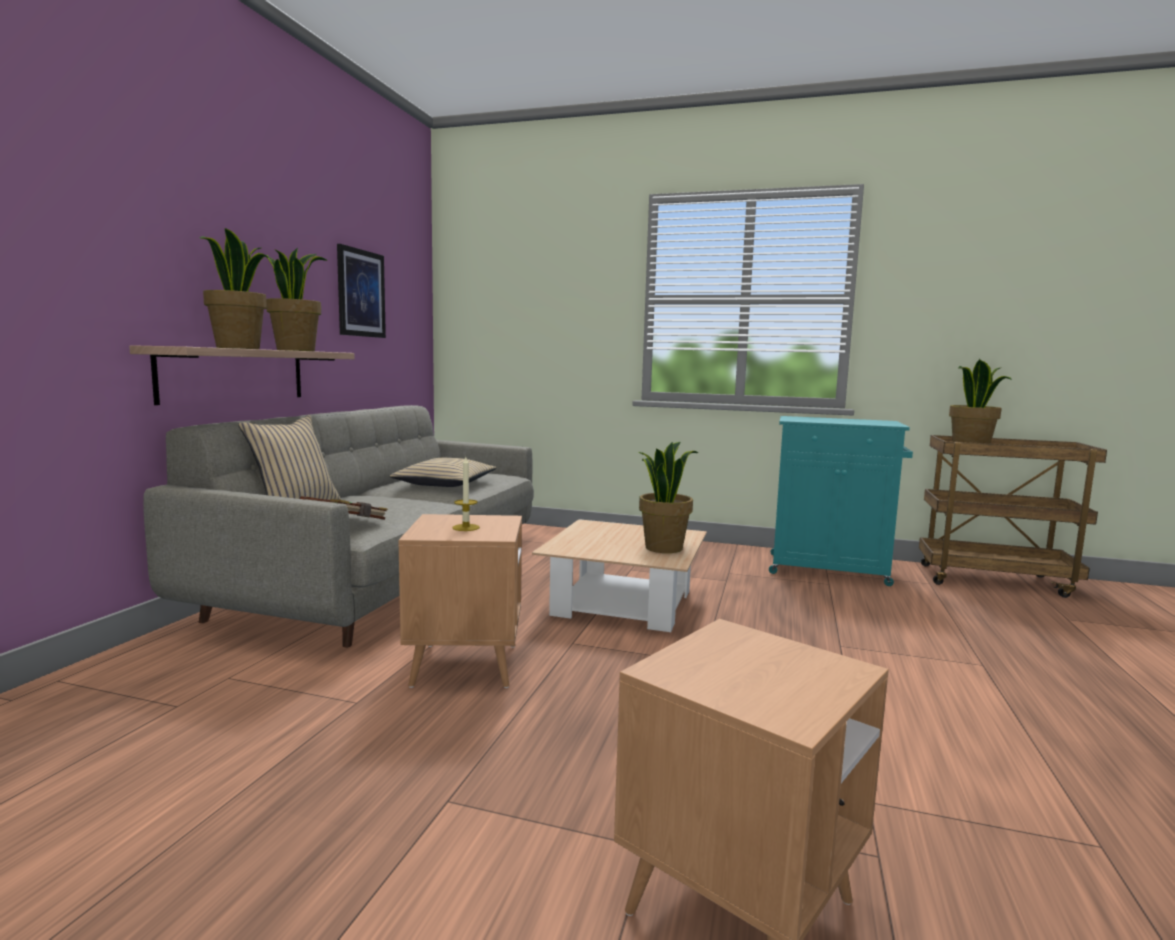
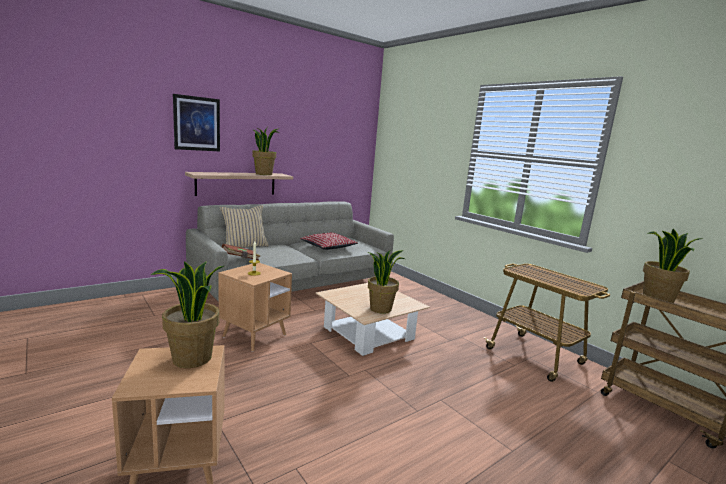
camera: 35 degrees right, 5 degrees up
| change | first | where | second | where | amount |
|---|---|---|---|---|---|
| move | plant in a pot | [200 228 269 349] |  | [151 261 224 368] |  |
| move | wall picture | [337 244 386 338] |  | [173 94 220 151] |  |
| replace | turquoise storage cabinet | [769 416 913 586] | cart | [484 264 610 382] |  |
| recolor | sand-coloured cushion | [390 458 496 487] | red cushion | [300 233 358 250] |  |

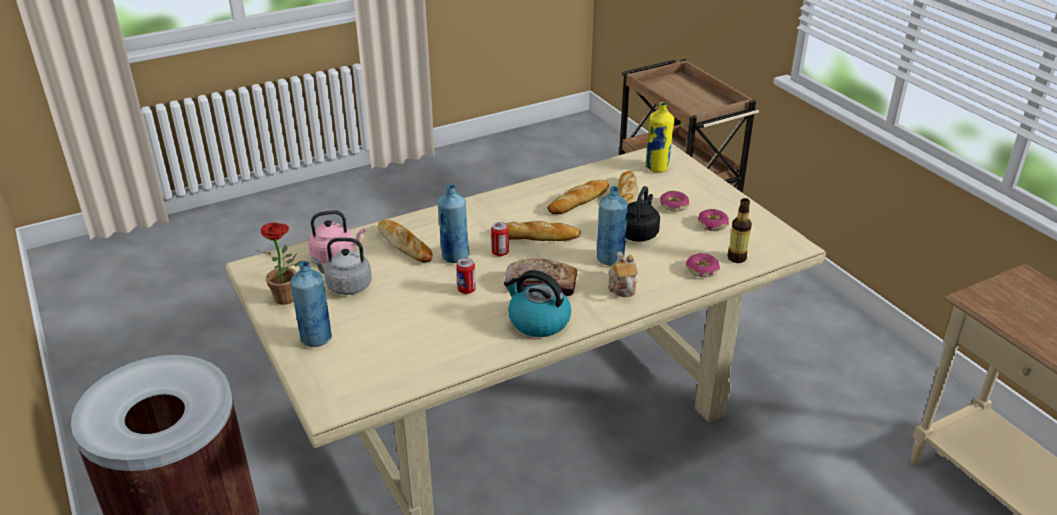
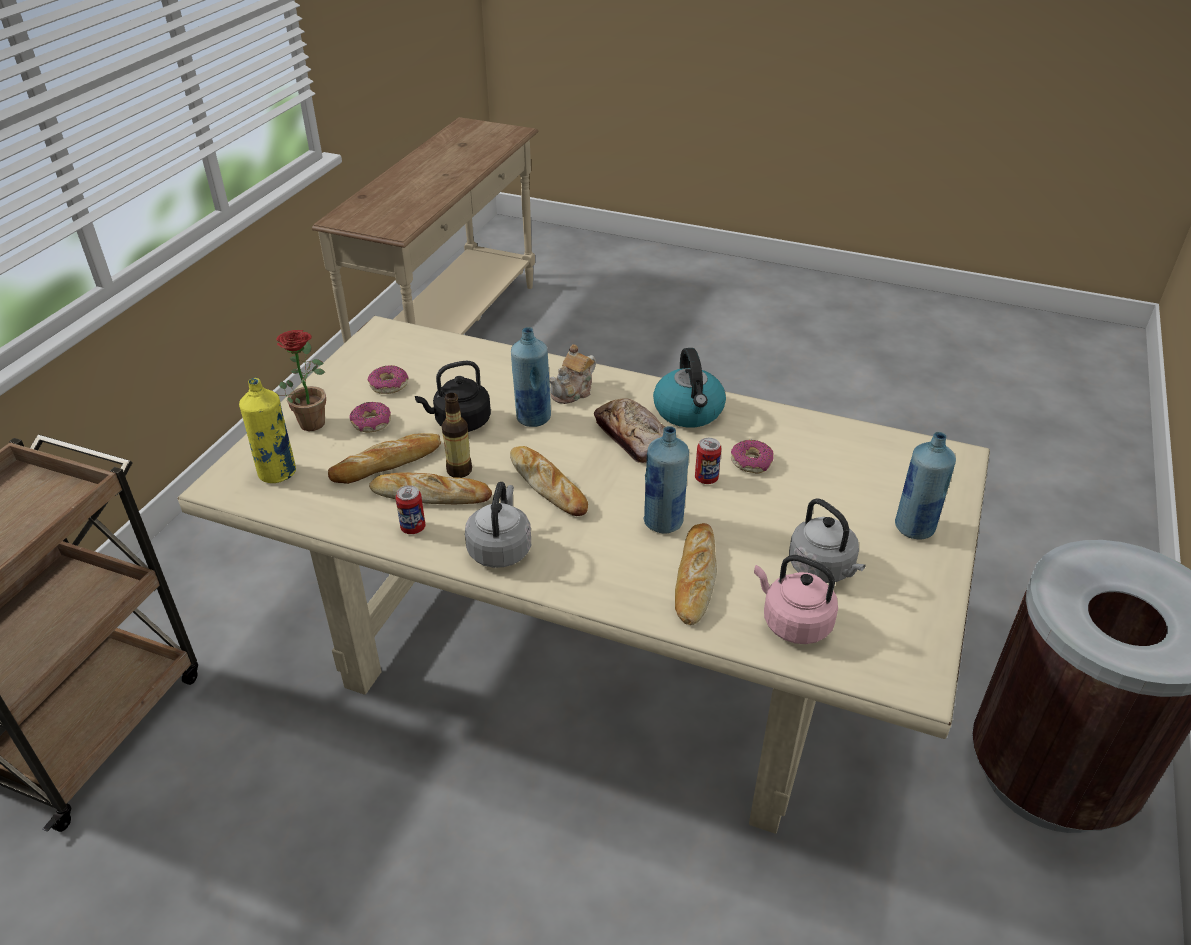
camera: 130 degrees left, 5 degrees up
| change | first | where | second | where | amount |
|---|---|---|---|---|---|
| move | beverage bottle | [727 198 752 263] |  | [441 393 472 478] |  |
| move | plant in a pot | [256 222 301 305] |  | [276 330 326 431] |  |
| move | can | [491 222 509 256] |  | [395 485 426 534] |  |
| move | donut | [686 253 720 277] |  | [731 440 774 473] |  |
| insert |  |  | greyish kettle | [465 482 531 568] |  |

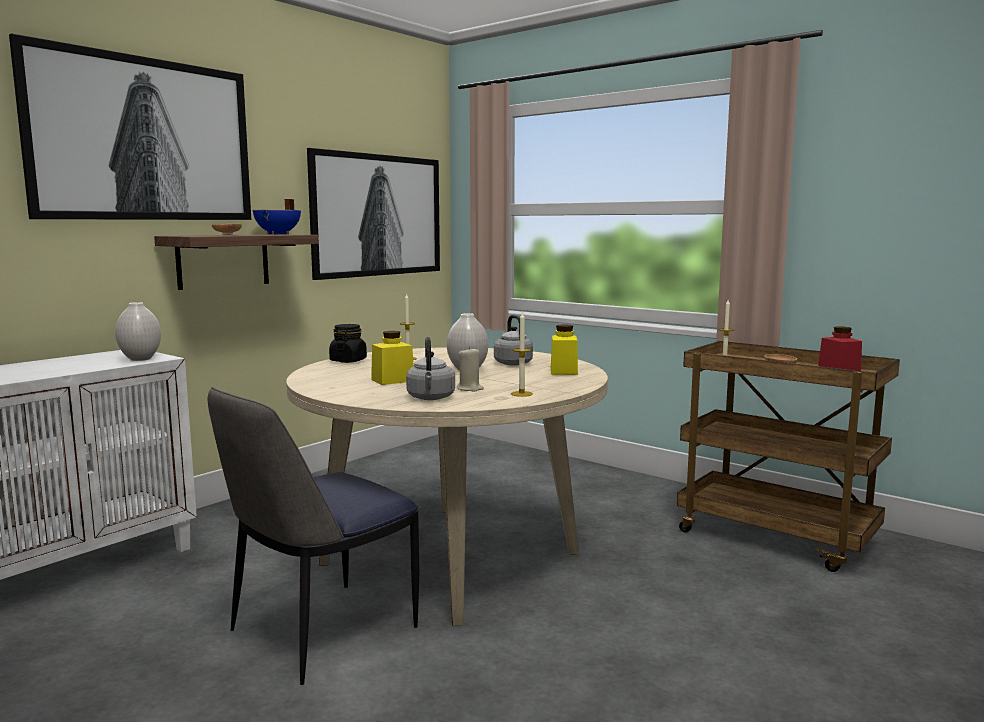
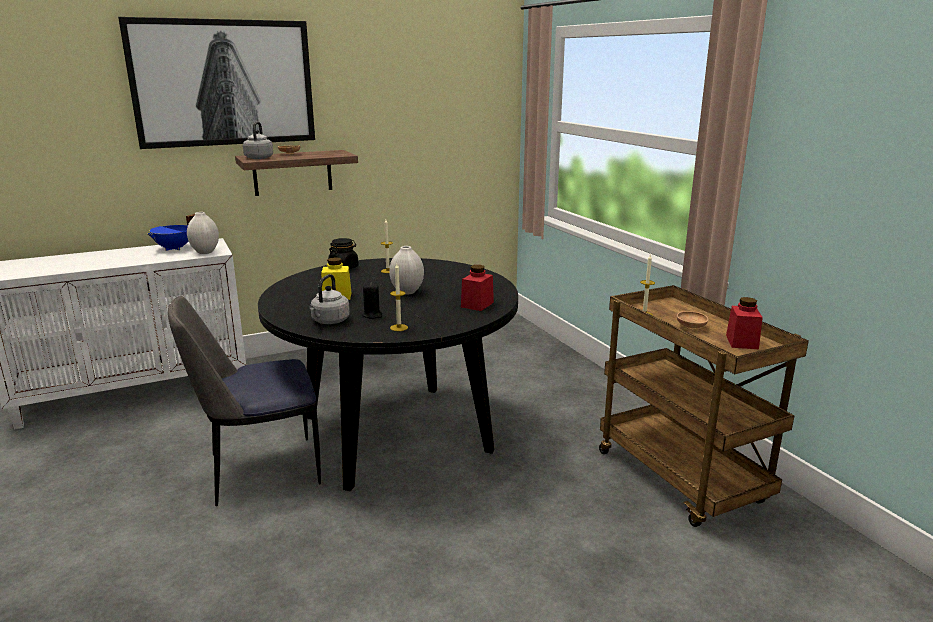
camera: 25 degrees right, 10 degrees up
| change | first | where | second | where | amount |
|---|---|---|---|---|---|
| delete | wall picture | [307 148 440 280] |  |  |  |
| move | blue-coloured cooking pot | [253 199 301 234] |  | [147 214 195 251] |  |
| move | greyish kettle | [494 315 533 365] |  | [243 122 273 159] |  |
| recolor | yellow jar | [551 324 578 375] | red jar | [461 265 494 311] |  |
| recolor | sand-coloured kitchen table | [286 347 608 626] | black-coloured kitchen table | [258 258 518 491] |  |
| recolor | sand-coloured wax candle | [456 347 484 391] | black-coloured wax candle | [363 284 382 319] |  |

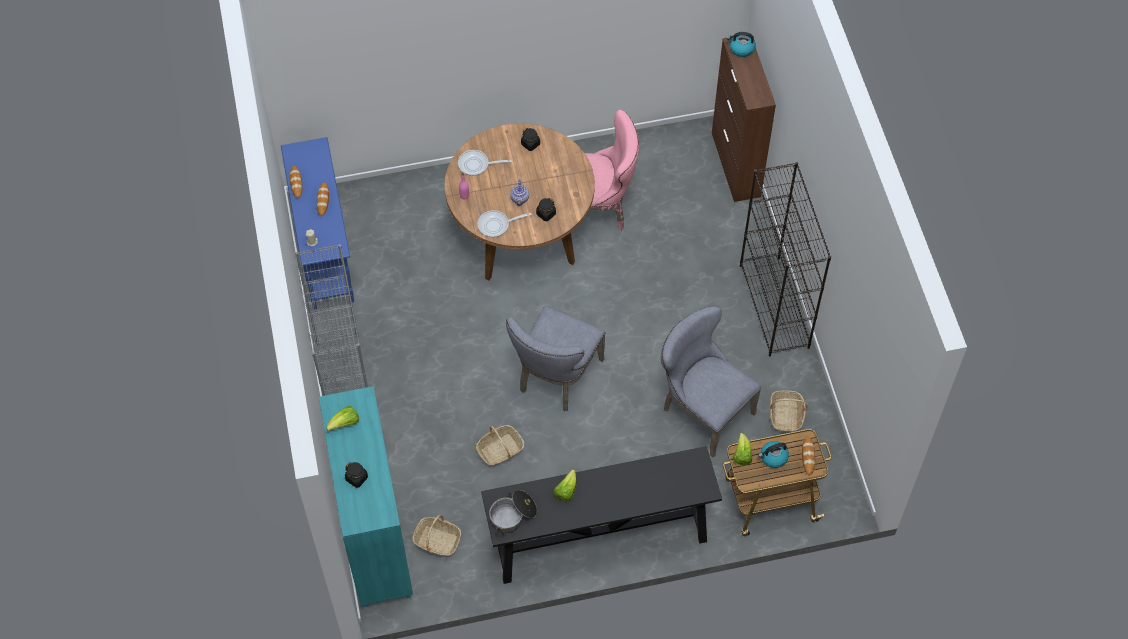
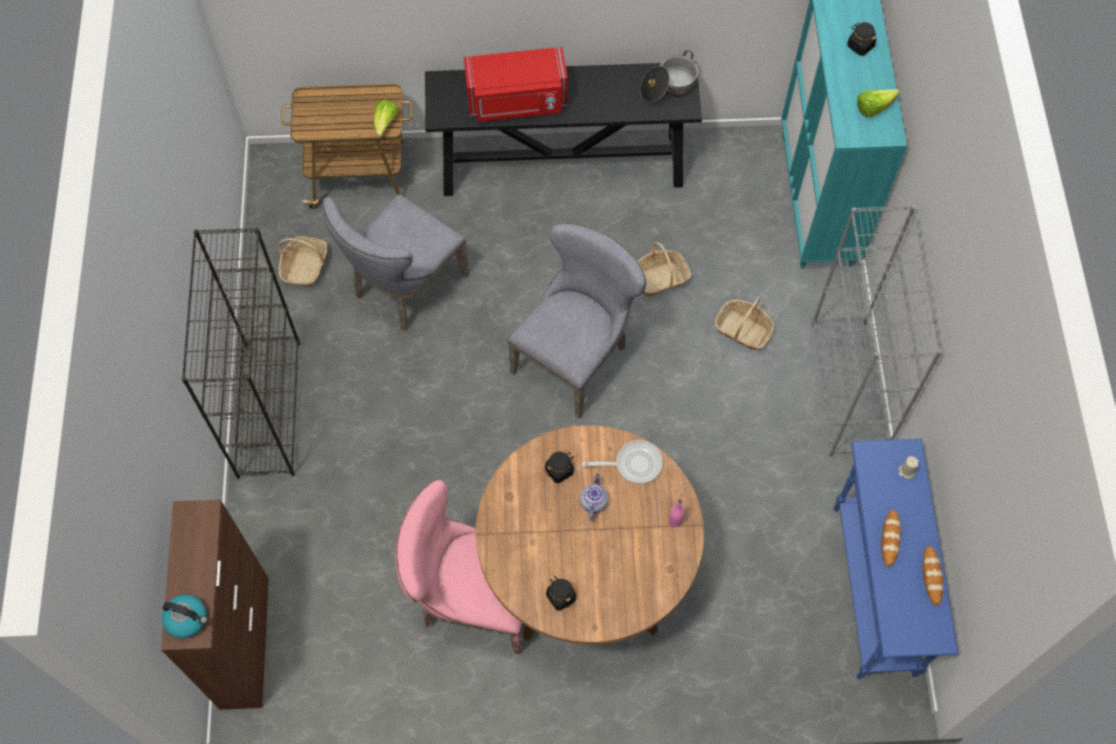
camera: 170 degrees left, 5 degrees up
| change | first | where | second | where | amount |
|---|---|---|---|---|---|
| delete | skillet | [458 150 512 176] |  |  |  |
| rotate | greyish chair | [661 306 761 457] |  | [322 194 470 331] | 75 degrees clockwise |
| delete | baked bread | [802 437 815 476] |  |  |  |
| delete | kettle | [758 441 789 468] |  |  |  |
| delete | head of lettuce | [554 469 577 501] |  |  |  |
| move | basket | [412 515 461 557] |  | [715 296 774 350] |  |
| insert |  |  | red microwave | [464 47 568 122] |  |

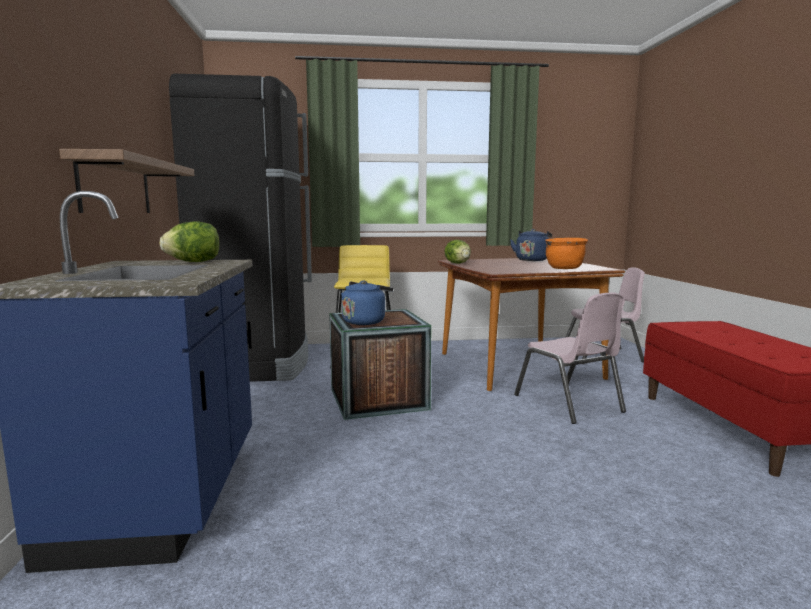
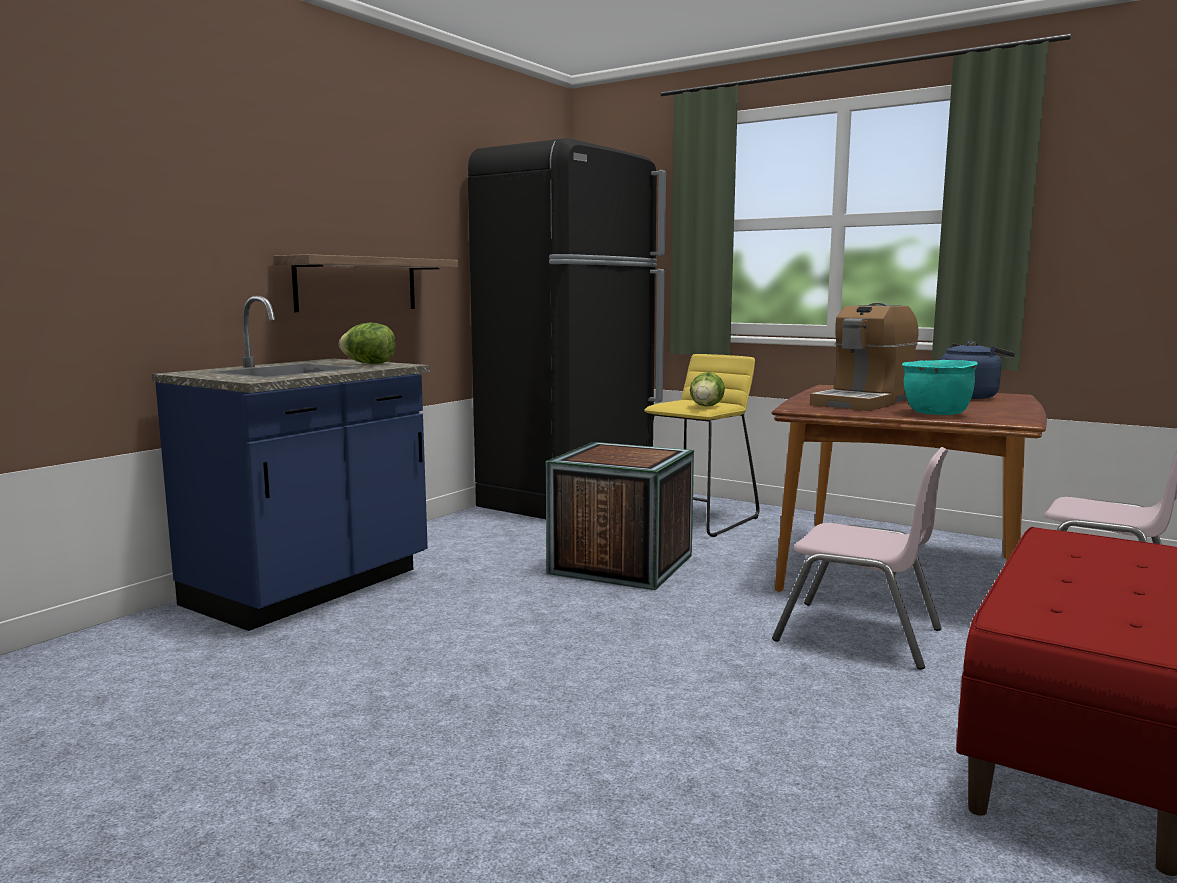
camera: 40 degrees right, 0 degrees up
| change | first | where | second | where | amount |
|---|---|---|---|---|---|
| recolor | orange cooking pot | [545 238 588 269] | turquoise cooking pot | [902 360 977 415] |  |
| move | head of lettuce | [444 240 471 264] |  | [690 372 725 406] |  |
| delete | blue-coloured kettle | [341 281 393 325] |  |  |  |
| rotate | pink chair | [514 293 626 424] |  | [772 447 948 670] | 75 degrees counterclockwise |
| insert |  |  | coffee brewer | [810 303 919 411] |  |

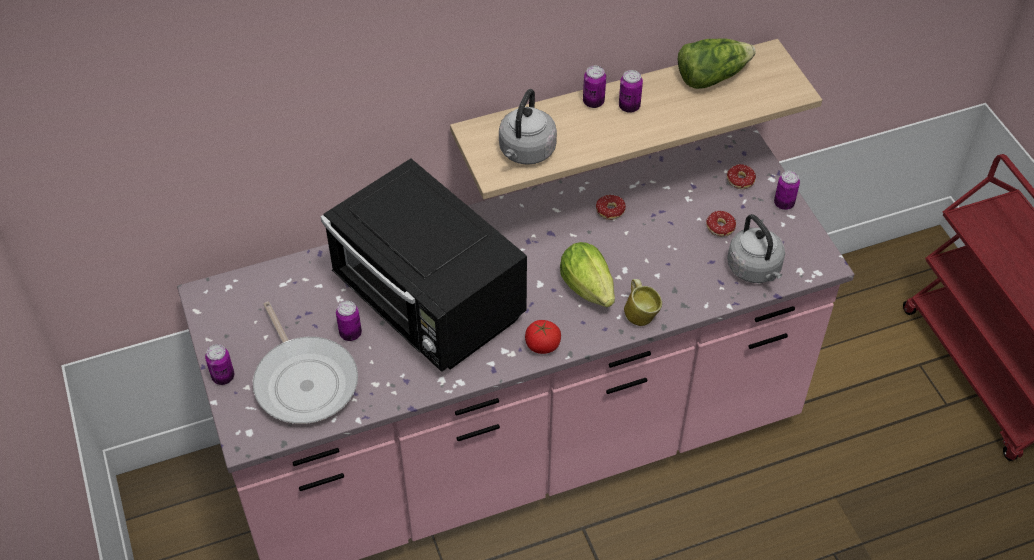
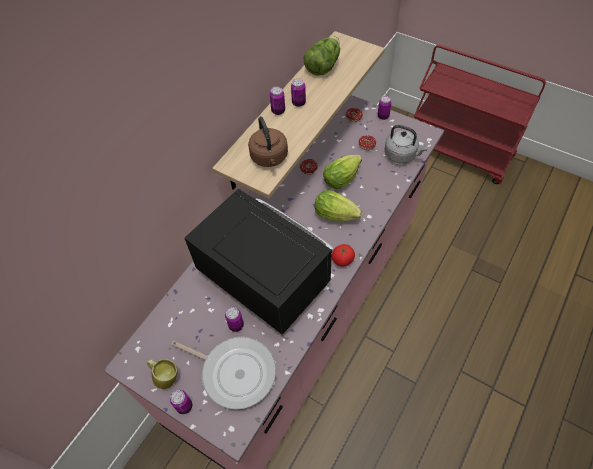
camera: 35 degrees left, 5 degrees up
| change | first | where | second | where | amount |
|---|---|---|---|---|---|
| recolor | greyish kettle | [499 89 557 165] | brown kettle | [248 116 288 167] |  |
| rotate | black-coloured microwave | [321 158 527 372] |  | [184 188 333 335] | 150 degrees counterclockwise |
| move | coffee mug | [624 279 662 326] |  | [147 359 177 389] |  |
| insert |  |  | head of lettuce | [323 155 362 189] |  |

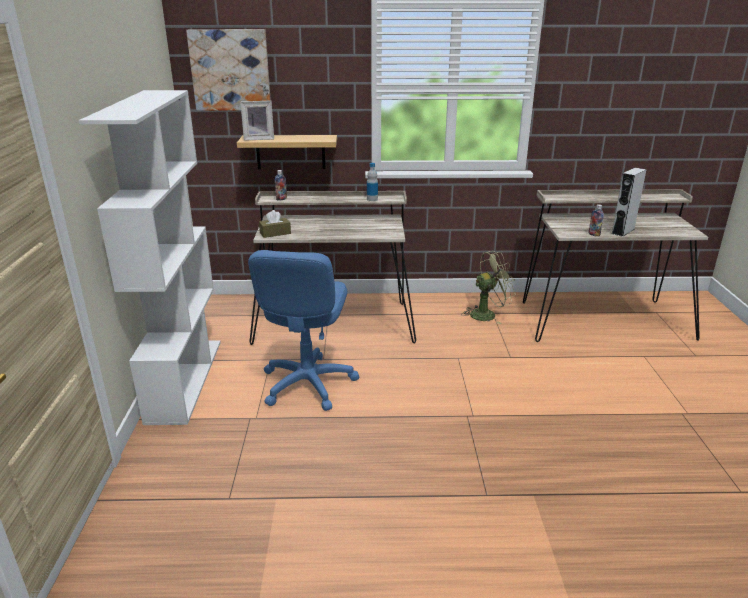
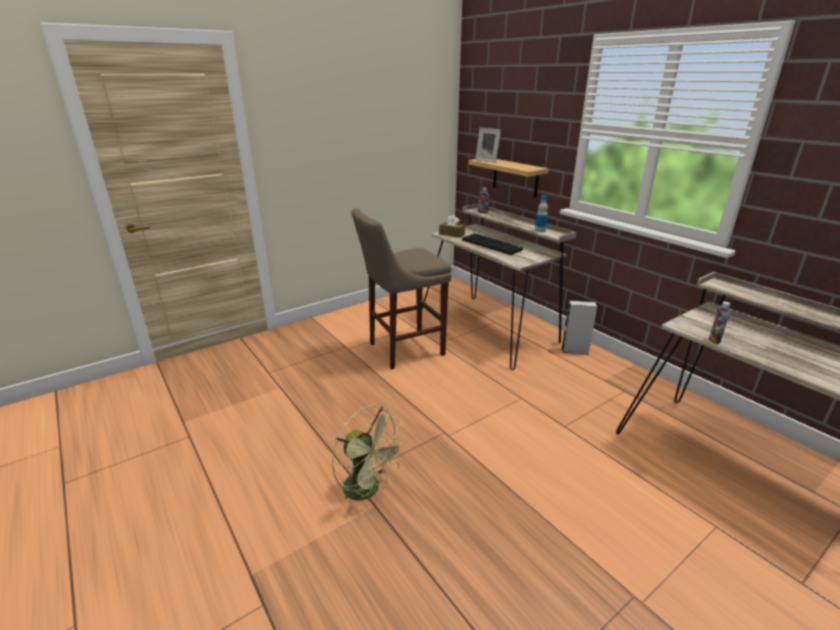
camera: 55 degrees right, 0 degrees up
| change | first | where | second | where | amount |
|---|---|---|---|---|---|
| delete | wall picture | [186 29 271 111] |  |  |  |
| delete | white-coloured shelving unit | [79 90 221 425] |  |  |  |
| move | greyish audio speaker | [612 168 647 237] |  | [562 301 597 354] |  |
| replace | blue-coloured computer chair | [248 250 359 411] | sand-coloured stool seat | [351 208 451 369] |  |
| move | green cooling fan | [461 251 516 324] |  | [332 406 406 514] |  |
| insert |  |  | PC keyboard | [462 233 523 255] |  |

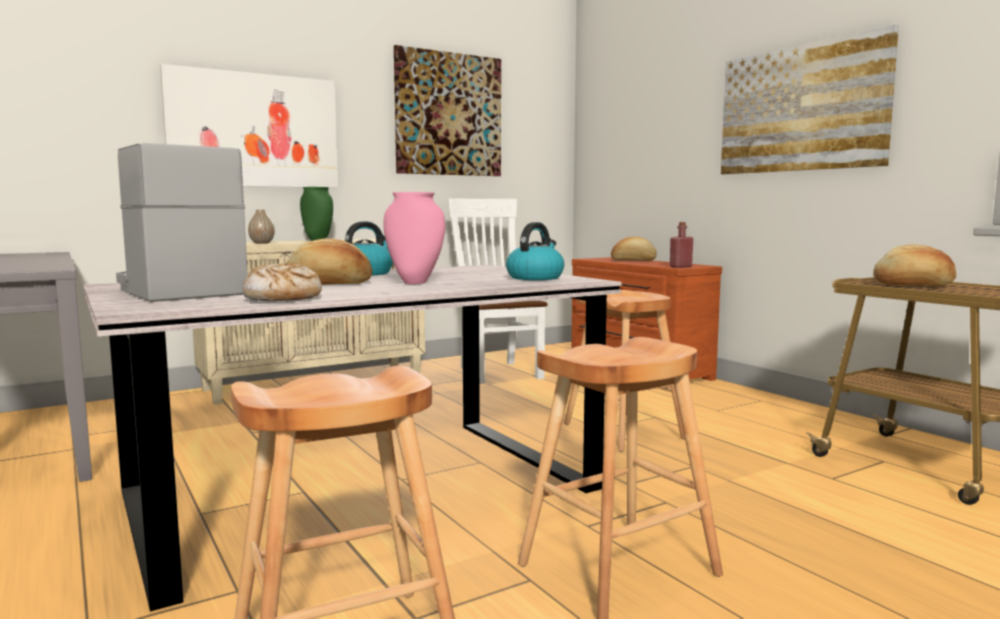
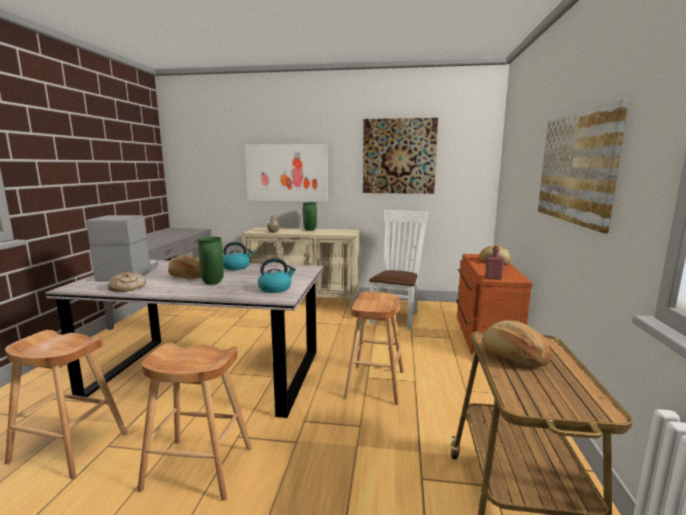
camera: 40 degrees right, 5 degrees up
| change | first | where | second | where | amount |
|---|---|---|---|---|---|
| recolor | pink vase | [383 192 445 284] | green vase | [198 237 224 285] |  |

